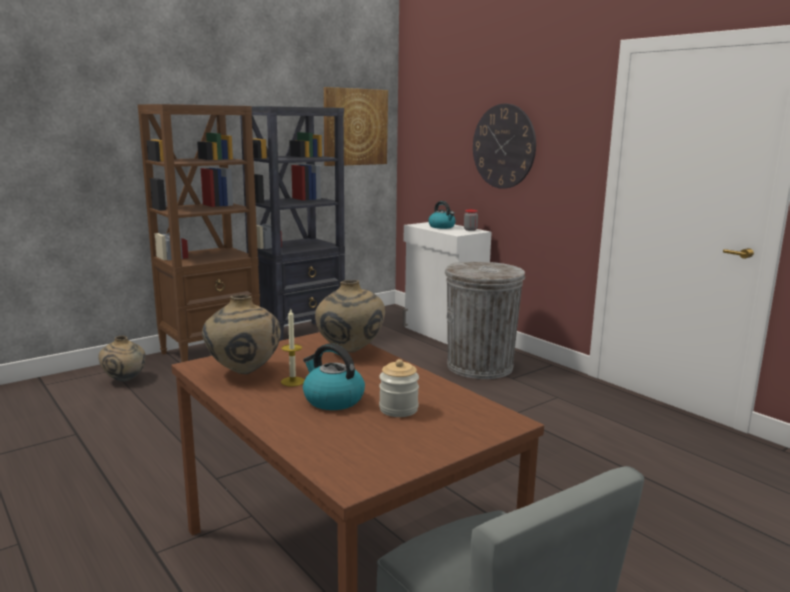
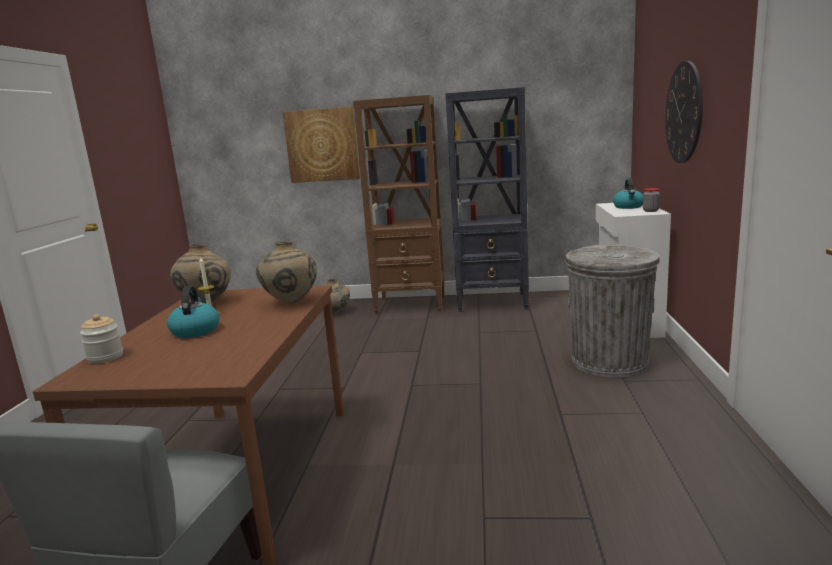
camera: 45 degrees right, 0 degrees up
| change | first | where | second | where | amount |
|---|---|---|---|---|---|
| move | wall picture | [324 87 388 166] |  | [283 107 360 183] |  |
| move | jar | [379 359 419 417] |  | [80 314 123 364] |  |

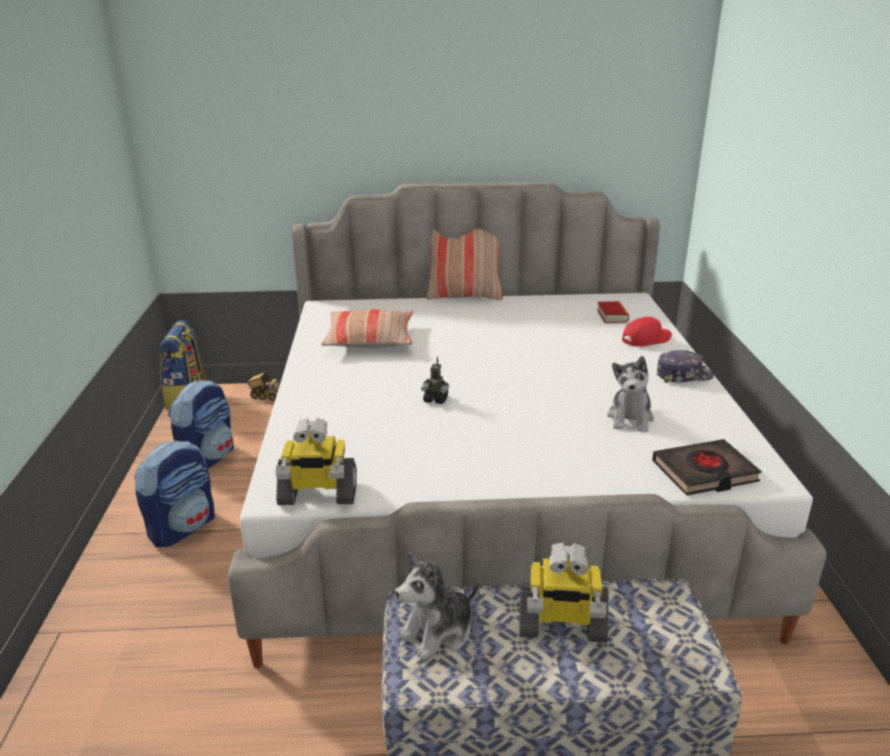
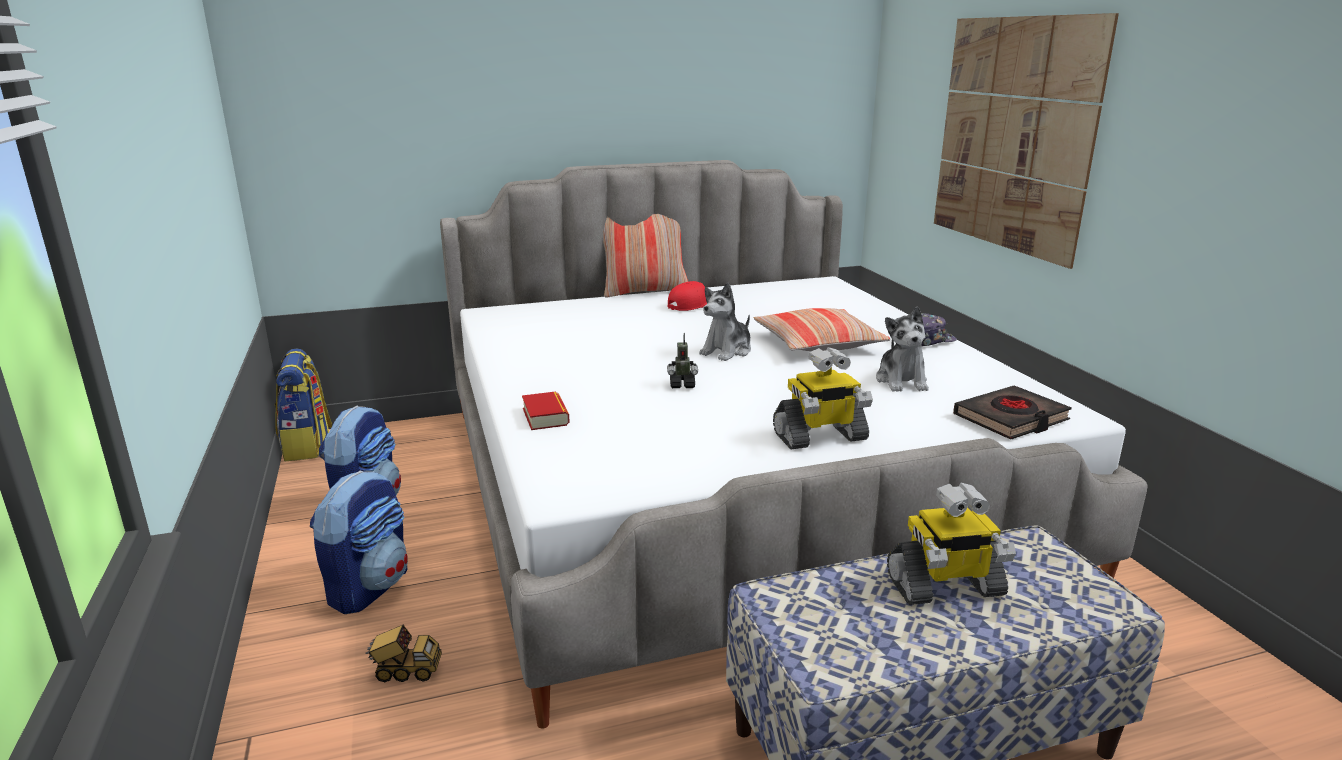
camera: 15 degrees left, 5 degrees down
| change | first | where | second | where | amount |
|---|---|---|---|---|---|
| move | book | [597 301 629 323] |  | [522 391 570 430] |  |
| move | cushion | [321 309 413 348] |  | [754 308 890 351] |  |
| move | red baseball cap | [622 317 672 347] |  | [667 281 707 311] |  |
| move | toy lorry | [246 372 281 401] |  | [365 625 442 682] |  |
| move | robot figure | [276 418 357 505] |  | [773 347 873 449] |  |
| move | soft toy | [395 552 479 661] |  | [699 283 751 361] |  |
| insert |  |  | wall picture | [934 13 1119 269] |  |

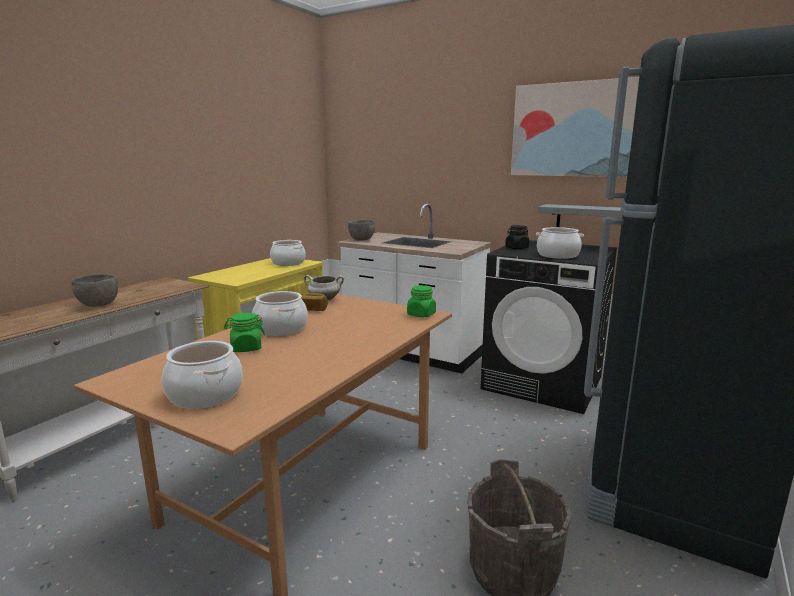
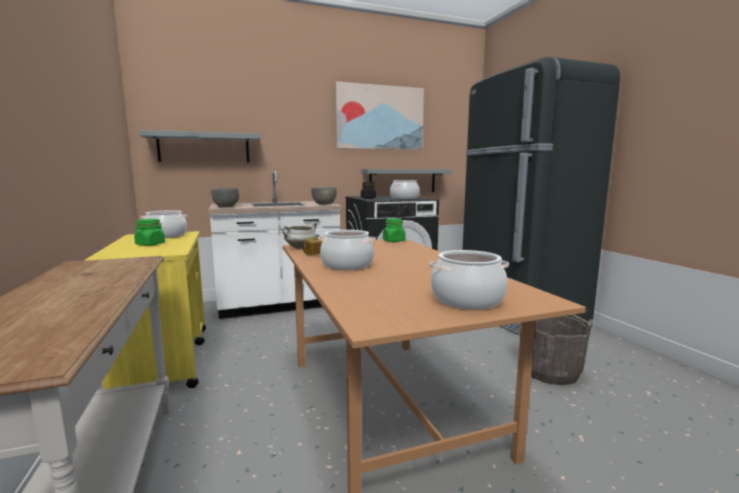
camera: 50 degrees left, 5 degrees down
| change | first | where | second | where | amount |
|---|---|---|---|---|---|
| move | greyish serving bowl | [72 274 118 307] |  | [311 187 337 205] |  |
| move | green jar | [224 313 265 352] |  | [134 219 165 246] |  |
| insert |  |  | greyish wall shelf | [138 130 260 162] |  |

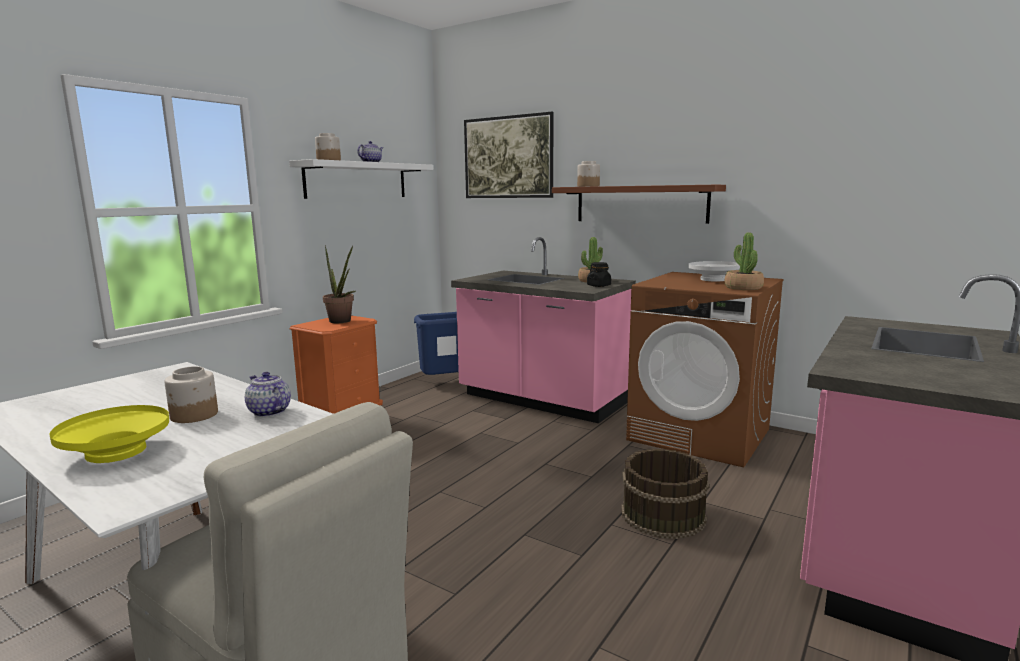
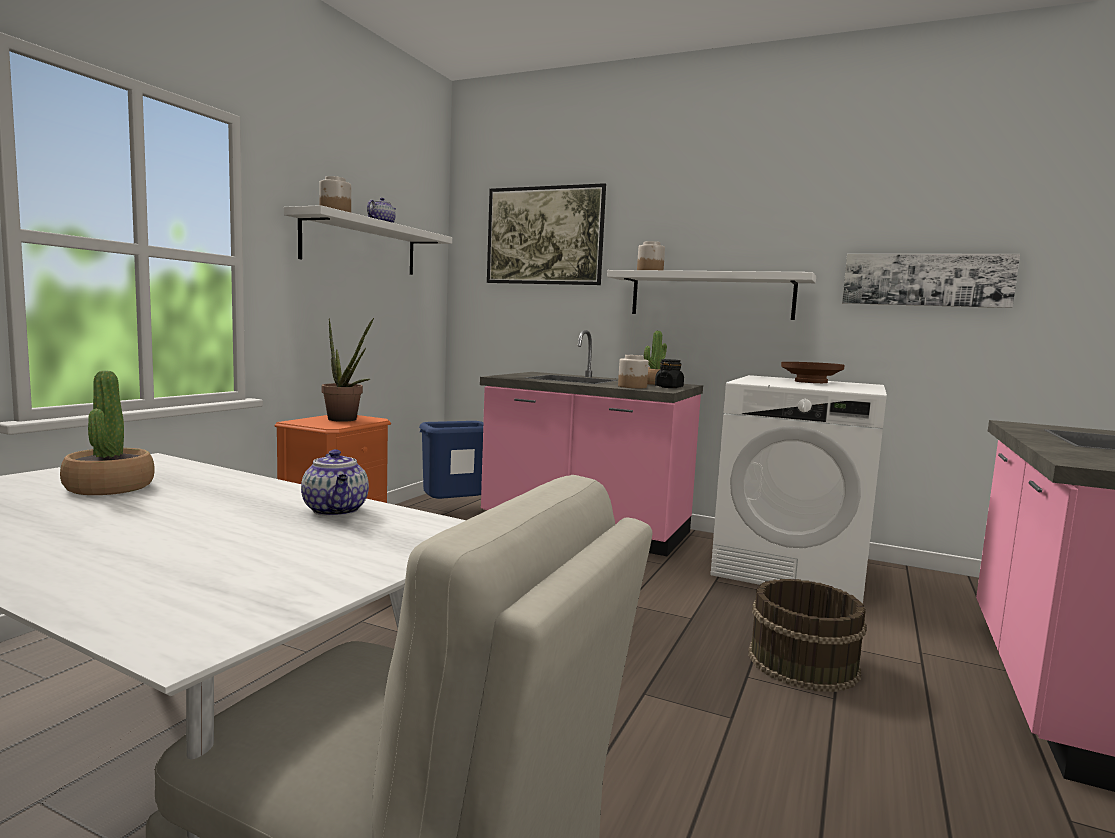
camera: 10 degrees left, 5 degrees down
| change | first | where | second | where | amount |
|---|---|---|---|---|---|
| recolor | brown wall shelf | [552 185 726 224] | white-coloured wall shelf | [607 270 816 320] |  |
| move | plant in a pot | [724 233 764 290] |  | [60 371 155 495] |  |
| recolor | white-coloured serving bowl | [689 261 740 281] | brown serving bowl | [781 362 844 383] |  |
| recolor | brown washing machine | [626 272 784 467] | white-coloured washing machine | [710 375 887 603] |  |
| move | jar | [164 366 218 423] |  | [618 355 649 388] |  |
| rotate | pot for tea | [245 372 291 417] |  | [301 449 369 516] | 150 degrees counterclockwise |
| delete | yellow serving bowl | [50 405 169 463] |  |  |  |
| insert |  |  | wall picture | [842 254 1020 308] |  |

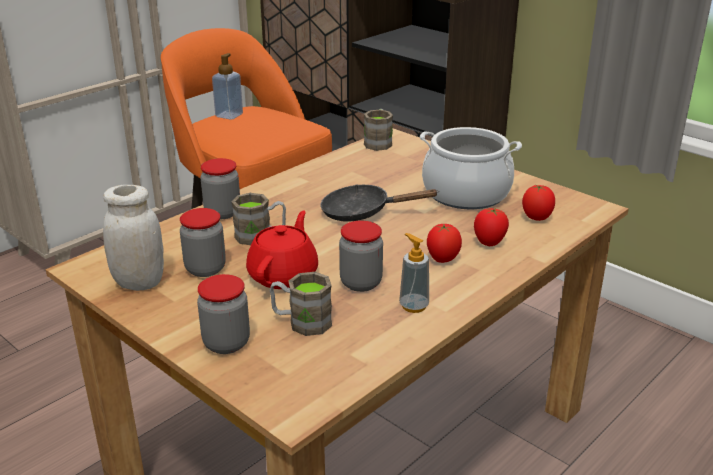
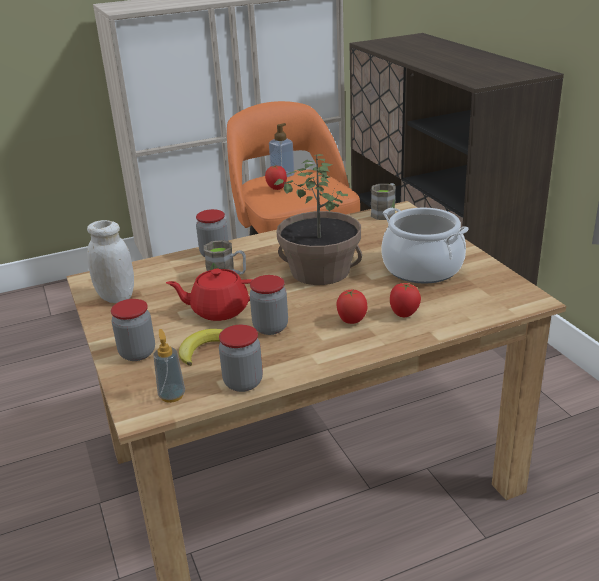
camera: 25 degrees right, 0 degrees up
| change | first | where | second | where | amount |
|---|---|---|---|---|---|
| replace | black-coloured skillet | [320 184 439 222] | plant in a pot | [274 154 362 285] |  |
| move | tomato | [522 184 555 221] |  | [265 165 287 190] |  |
| move | jar | [180 208 226 277] |  | [219 325 263 392] |  |
| rotate | red pot for tea | [246 211 318 289] |  | [166 269 253 321] | 135 degrees counterclockwise |
| move | liquid soap bottle | [399 233 429 313] |  | [153 329 185 403] |  |
| replace | brown coffee mug | [270 272 332 336] | banana | [179 329 223 366] |  |

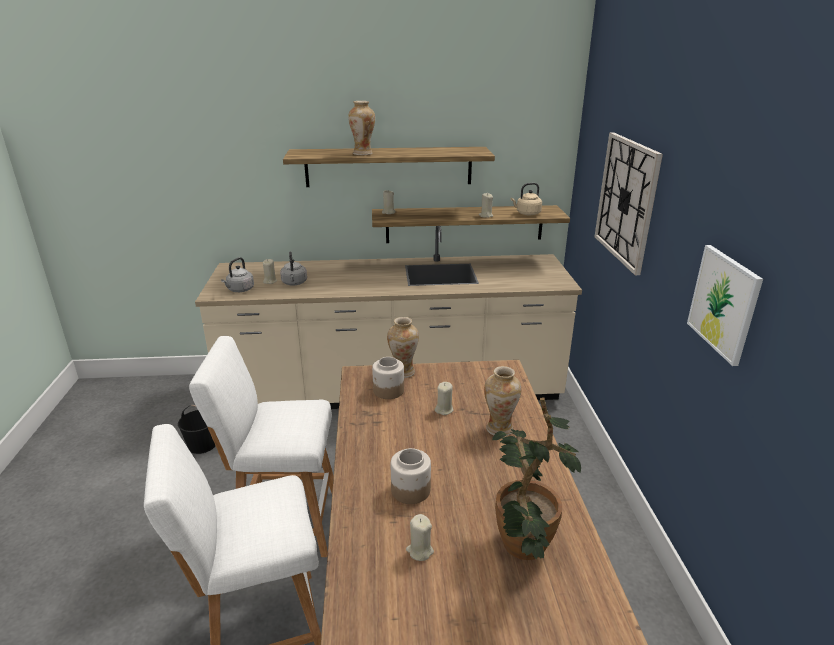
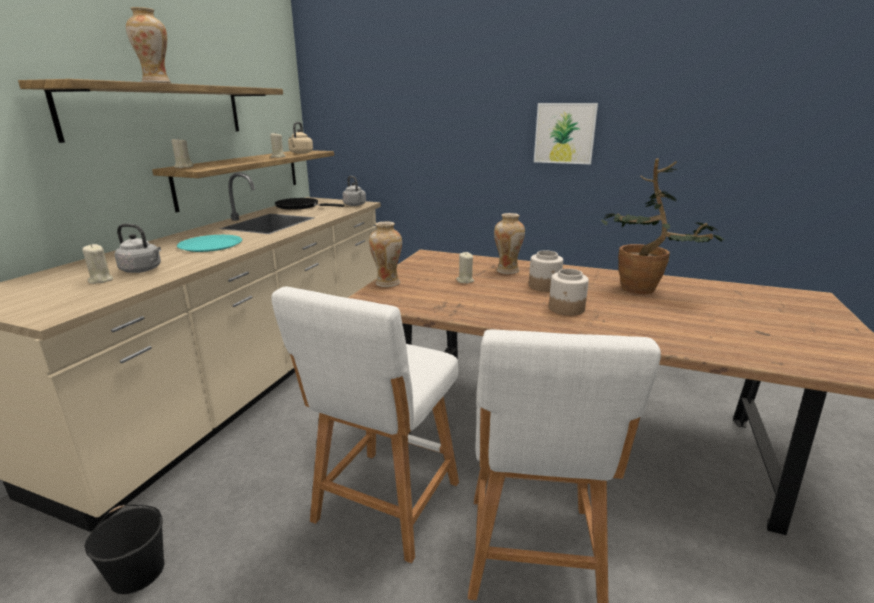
camera: 65 degrees left, 5 degrees down
| change | first | where | second | where | amount |
|---|---|---|---|---|---|
| delete | clock on the wall | [594 133 663 275] |  |  |  |
| move | greyish kettle | [221 257 254 292] |  | [343 176 366 206] |  |
| move | jar | [372 357 404 399] |  | [529 251 563 292] |  |
| delete | sand-coloured wax candle | [406 514 434 561] |  |  |  |
| insert |  |  | black-coloured skillet | [275 198 344 210] |  |
| insert |  |  | turquoise flat dish | [177 235 242 252] |  |

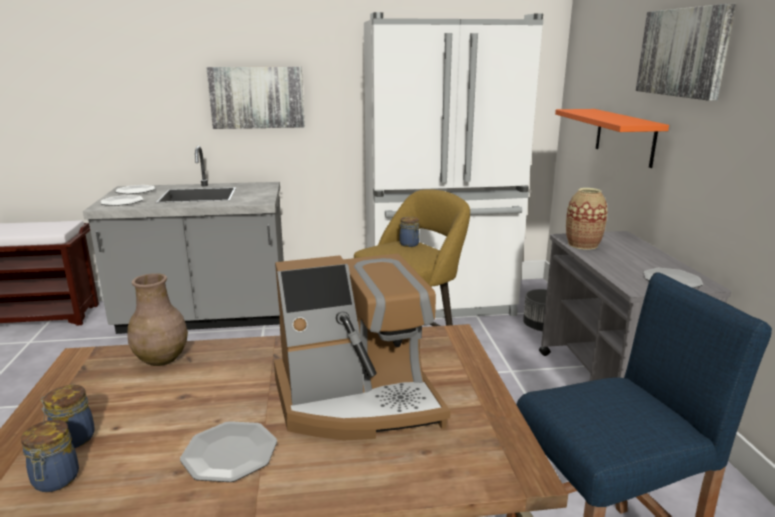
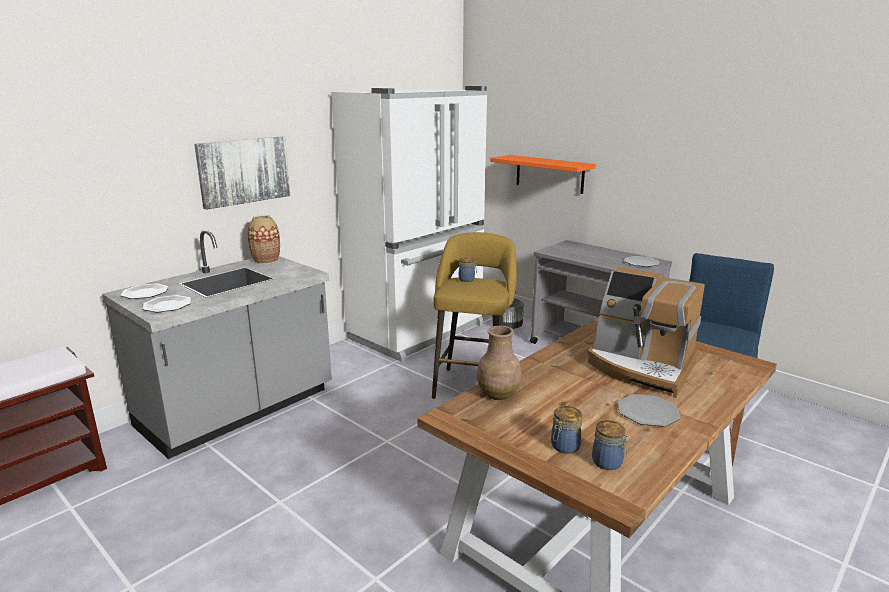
camera: 40 degrees left, 0 degrees up
| change | first | where | second | where | amount |
|---|---|---|---|---|---|
| delete | wall picture | [636 4 736 101] |  |  |  |
| move | vase | [566 188 607 250] |  | [247 215 280 264] |  |
| rotate | coffee brewer | [274 254 451 440] |  | [587 267 705 398] | 90 degrees clockwise |

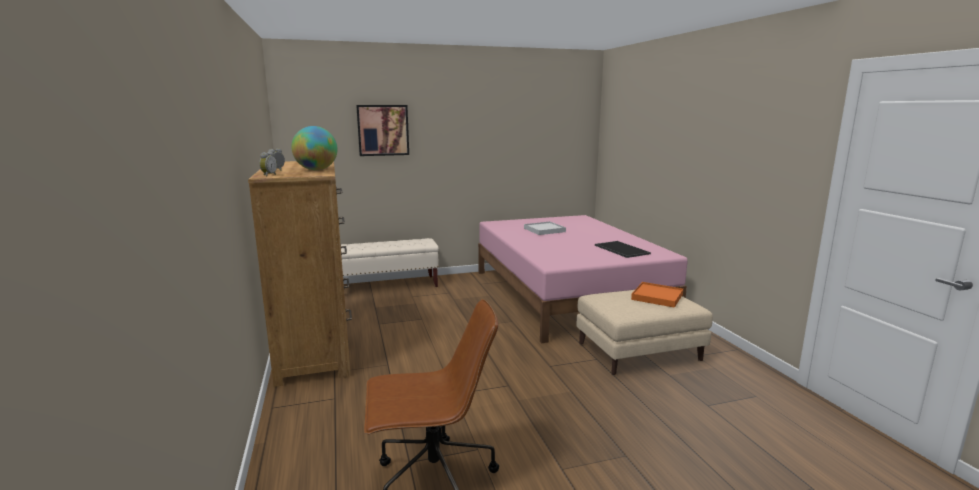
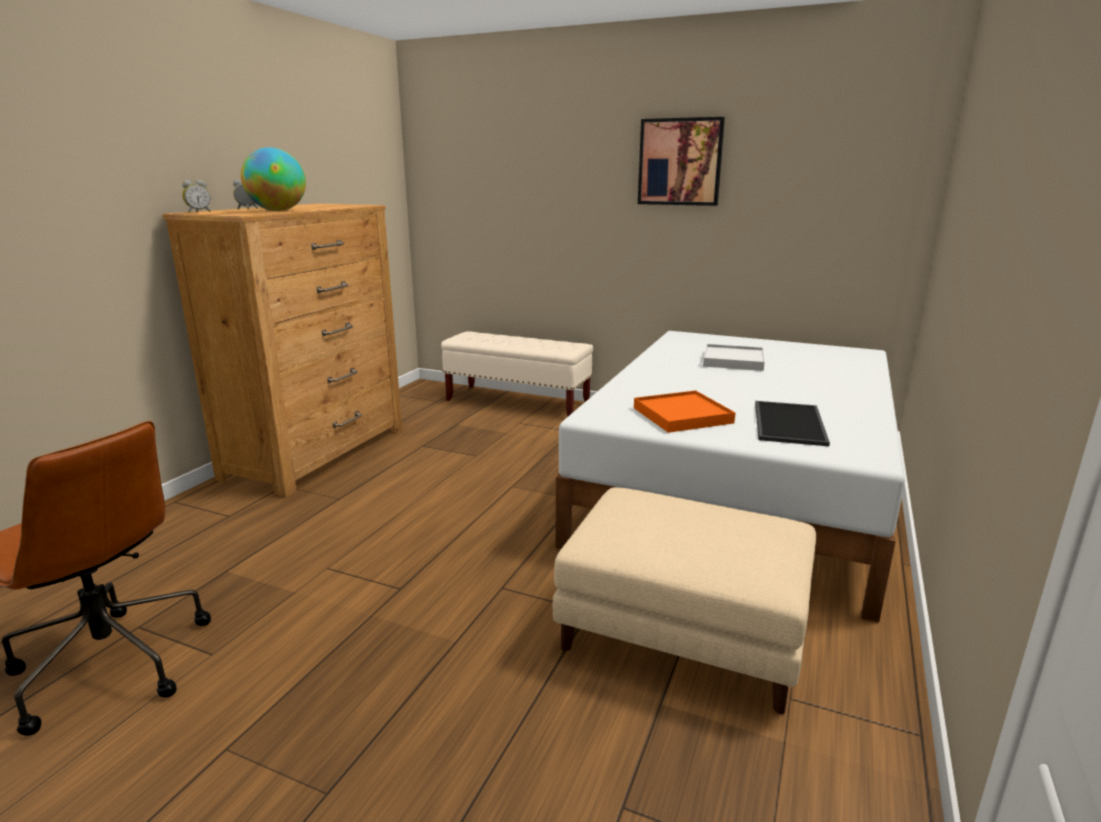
camera: 40 degrees right, 5 degrees up
| change | first | where | second | where | amount |
|---|---|---|---|---|---|
| move | wall picture | [356 105 409 156] |  | [638 117 725 206] |  |
| recolor | pink sleeping bed | [478 215 688 343] | white-coloured sleeping bed | [556 331 905 623] |  |
| move | orange carrying tray | [631 282 683 308] |  | [634 390 736 433] |  |

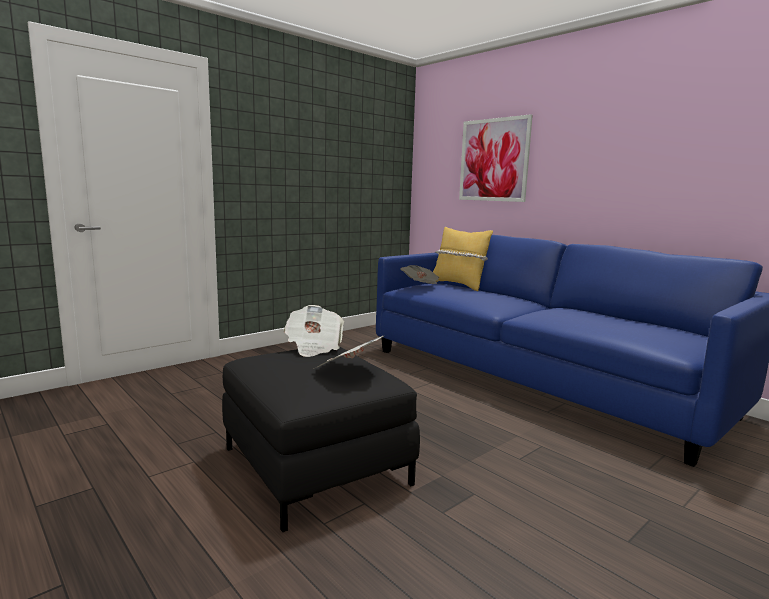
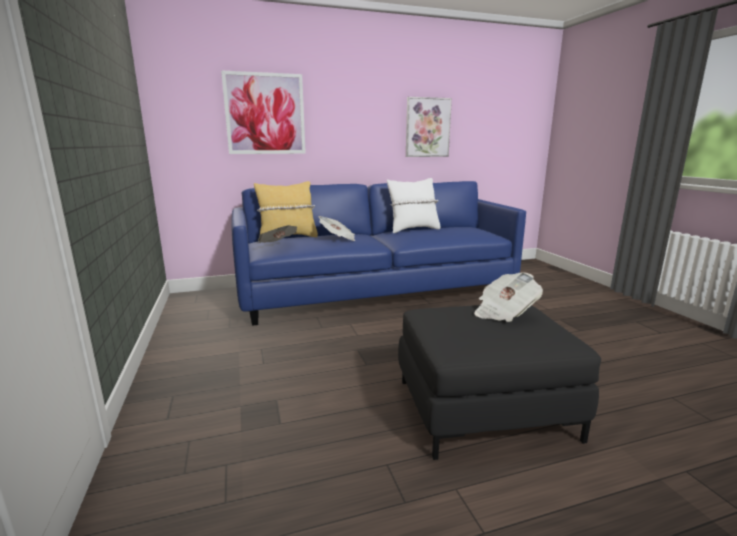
camera: 65 degrees left, 5 degrees up
| change | first | where | second | where | amount |
|---|---|---|---|---|---|
| move | daily paper | [284 305 344 357] |  | [318 216 355 241] |  |
| insert |  |  | wall picture | [406 97 452 157] |  |
| insert |  |  | white-coloured cushion | [387 178 441 233] |  |

